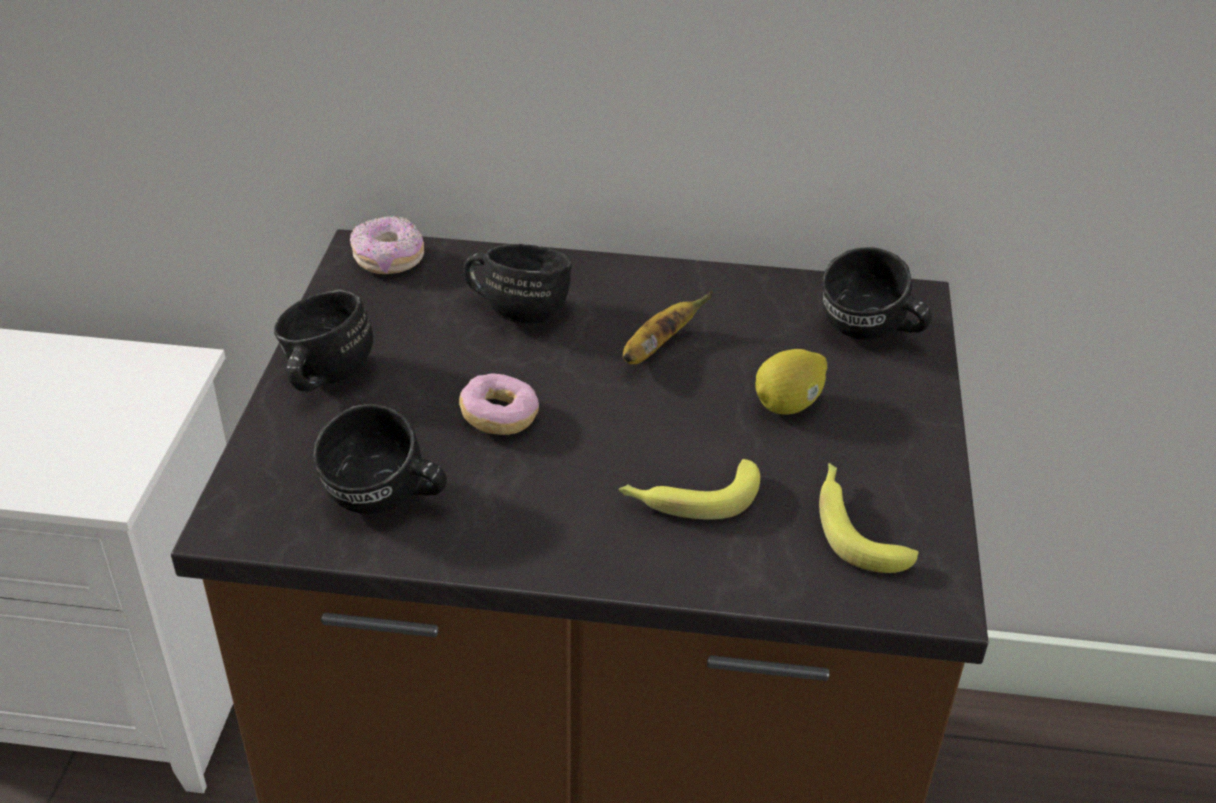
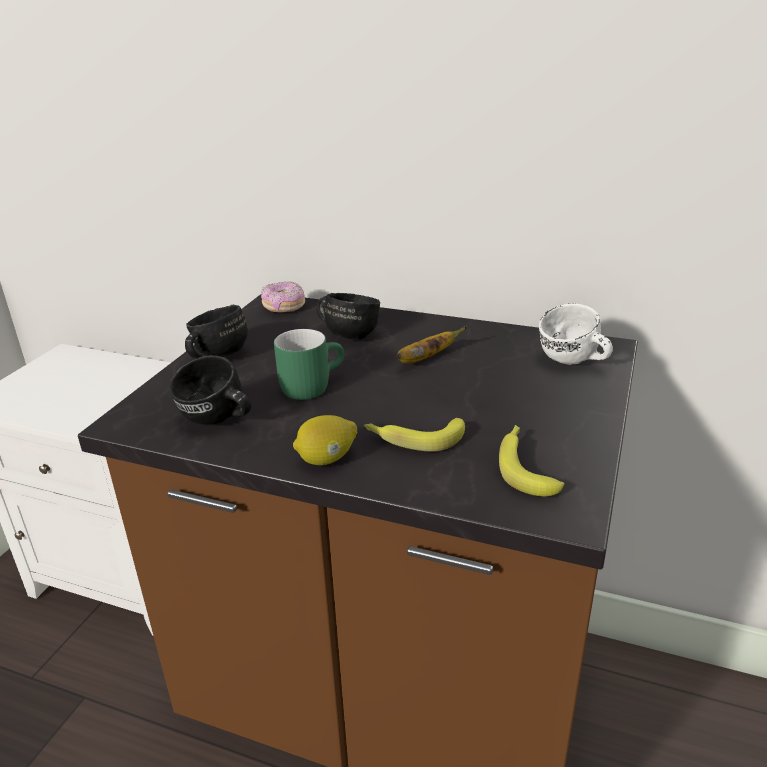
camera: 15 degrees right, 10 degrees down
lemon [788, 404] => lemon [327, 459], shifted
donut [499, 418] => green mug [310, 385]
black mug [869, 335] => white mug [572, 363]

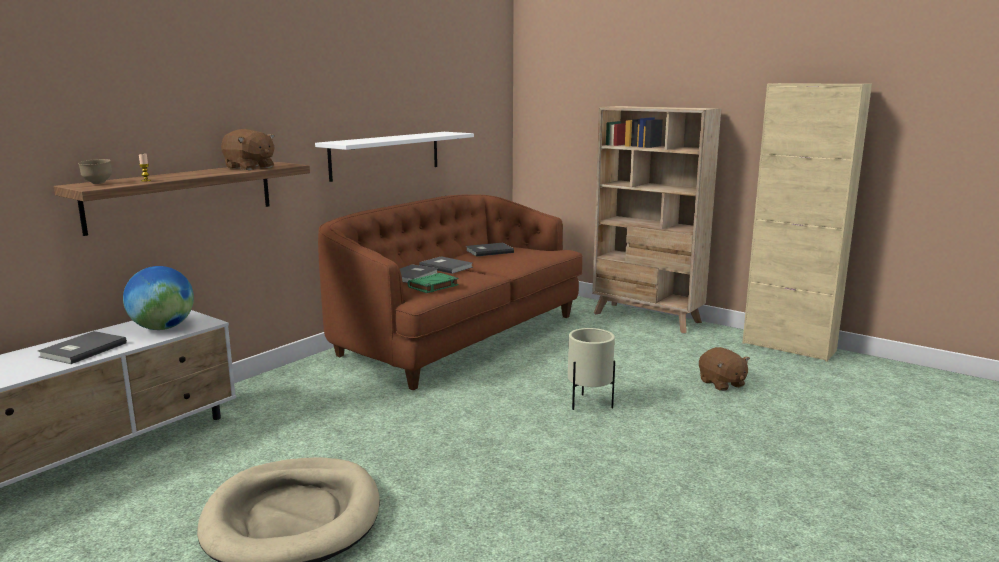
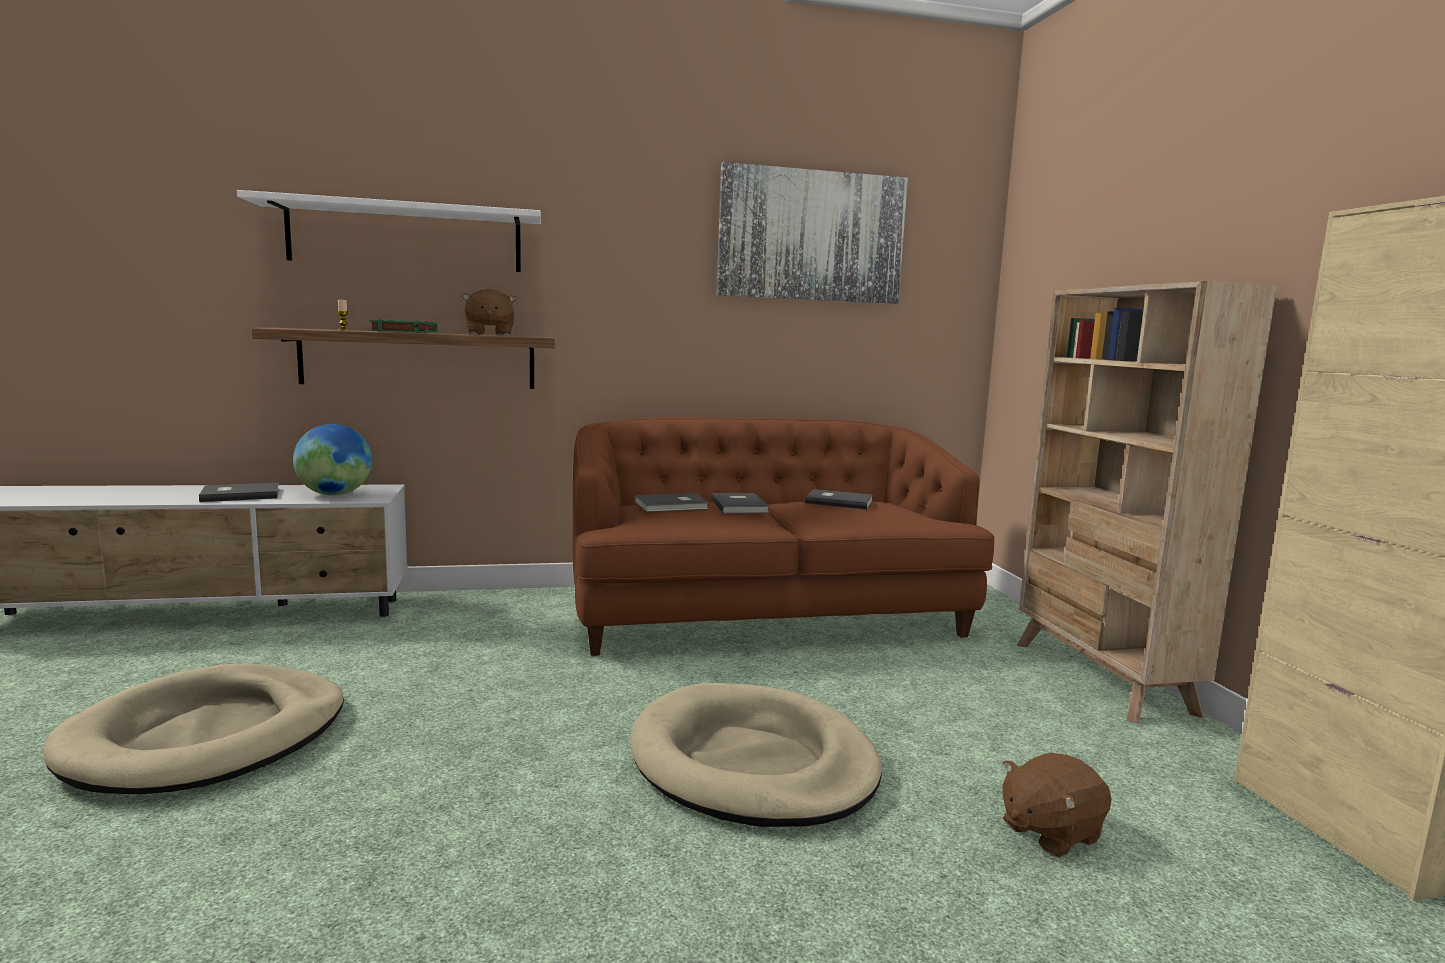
camera: 40 degrees right, 5 degrees down
brown bowl [97, 183] => nothing
nothing => picture [811, 236]
white shelf [386, 155] => white shelf [406, 238], shifted
green book [433, 286] => green book [403, 332], shifted
beige planter [589, 404] => beige dog bed [752, 763]
brown plush toy [721, 383] => brown plush toy [1049, 832], 45 degrees clockwise

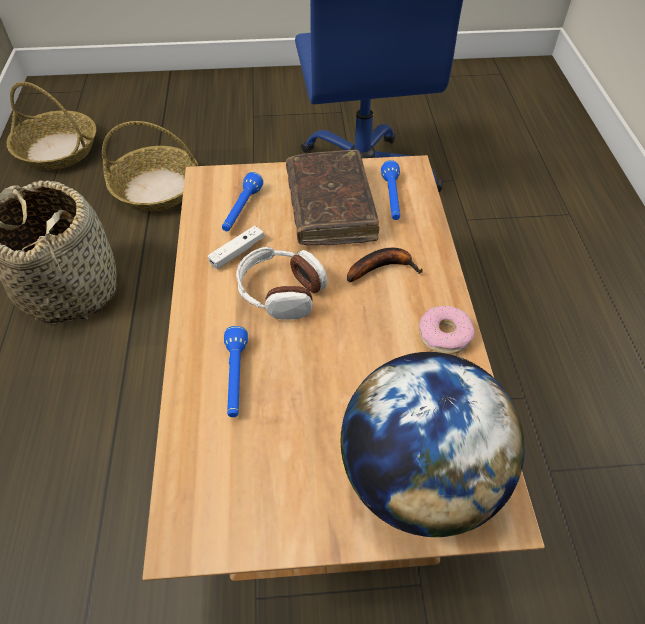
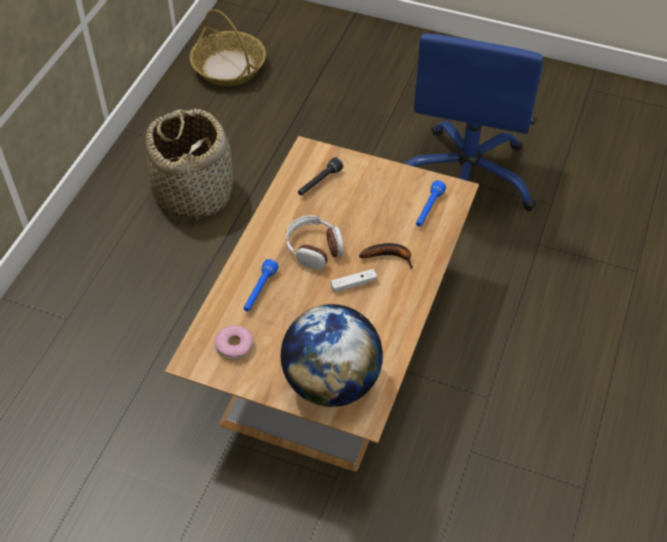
camera: 25 degrees right, 0 degrees up
basket [157, 188] => nothing
brown book [330, 207] => nothing
white game controller [237, 252] => white game controller [353, 284], shifted
donut [444, 335] => donut [234, 346], shifted
blue flashlight [241, 210] => black flashlight [319, 182]

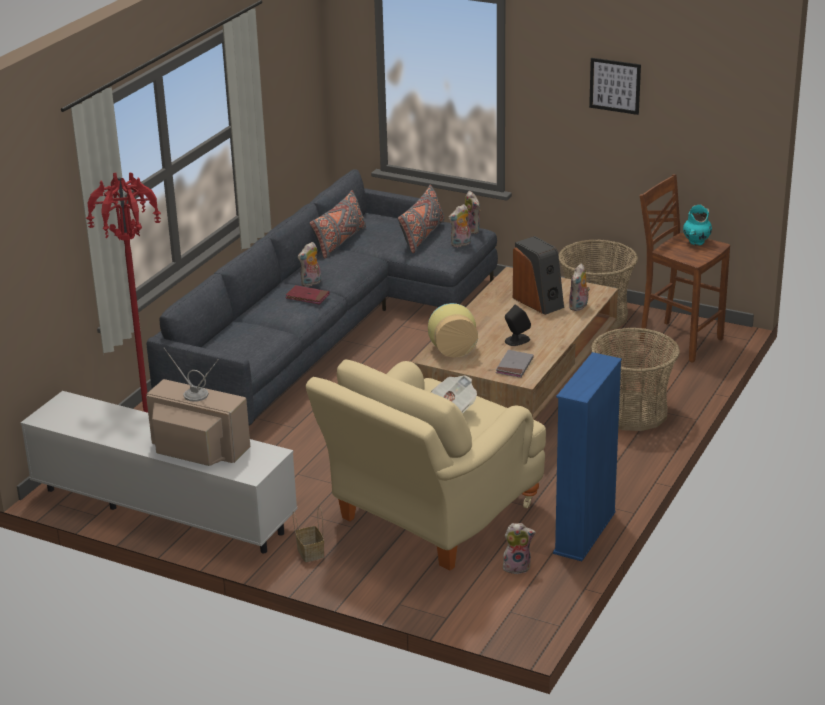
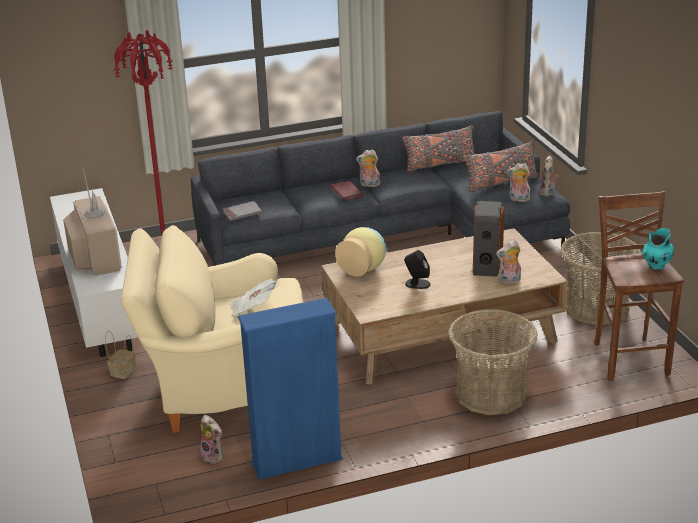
camera: 45 degrees right, 0 degrees up
picture [615, 85] => nothing
grey book [514, 366] => grey book [242, 213], shifted

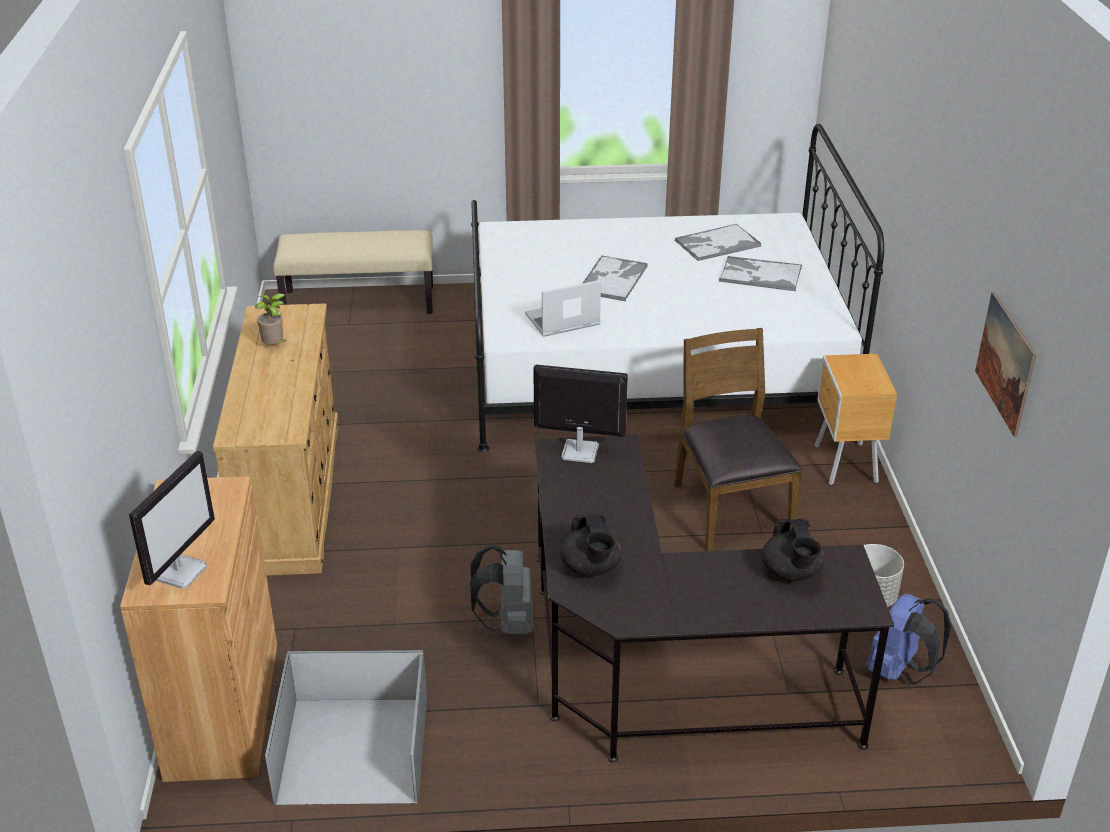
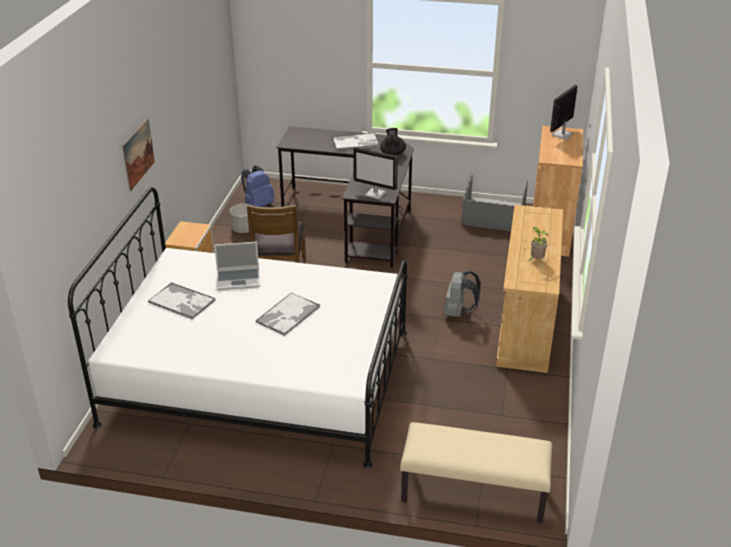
camera: 165 degrees left, 0 degrees up
black teapot [791, 573] => nothing
grey backpack [507, 623] => grey backpack [458, 313], shifted
laptop [562, 321] => laptop [239, 279], shifted
tray [716, 244] => tray [356, 142], shifted
picture [1005, 363] => picture [138, 154], shifted

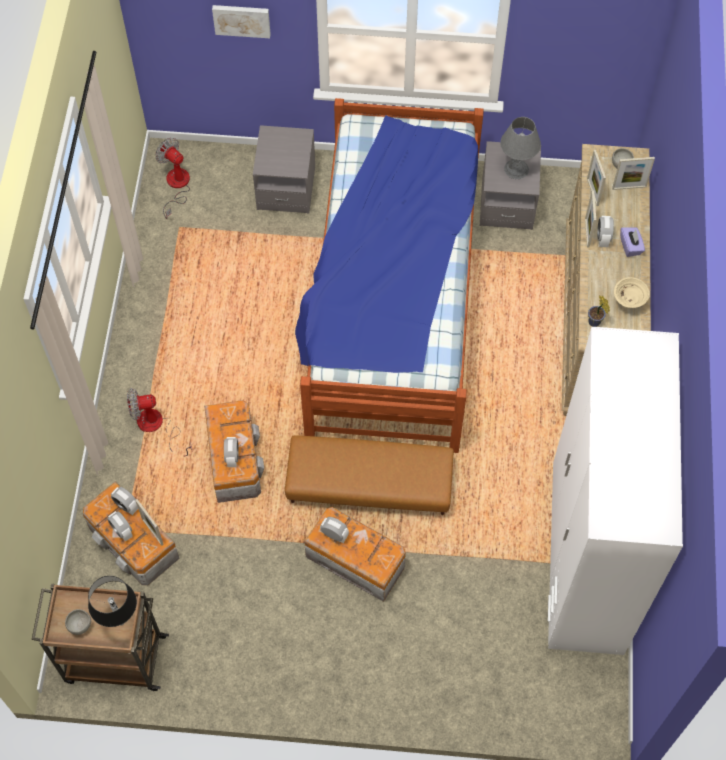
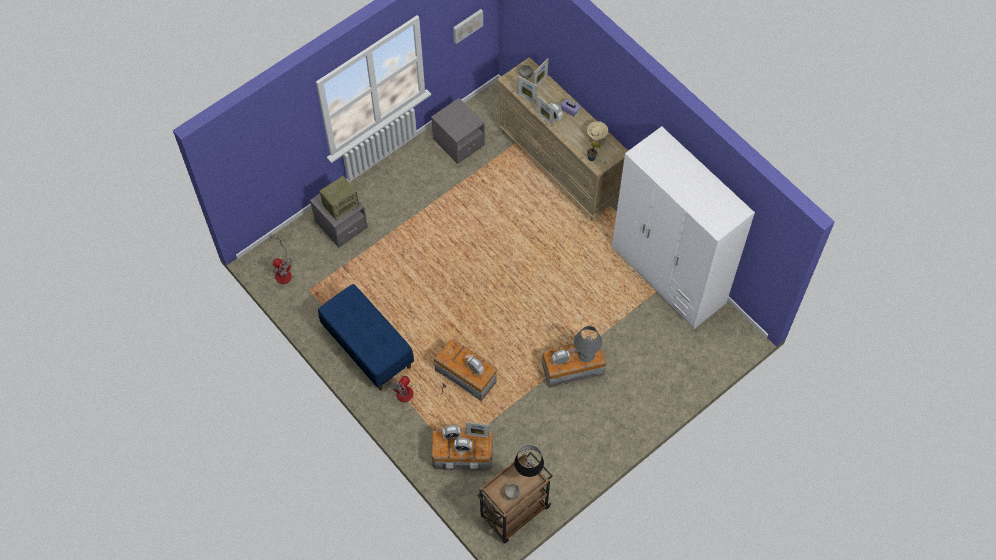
camera: 45 degrees left, 0 degrees up
brown ottoman [369, 483] => nothing
bed [392, 303] => nothing
nothing => blue bench [367, 347]
nothing => radio [341, 204]
picture [241, 19] => picture [467, 25], shifted
grey table lamp [516, 169] => grey table lamp [586, 354], shifted
fan [176, 186] => fan [283, 271], 150 degrees counterclockwise

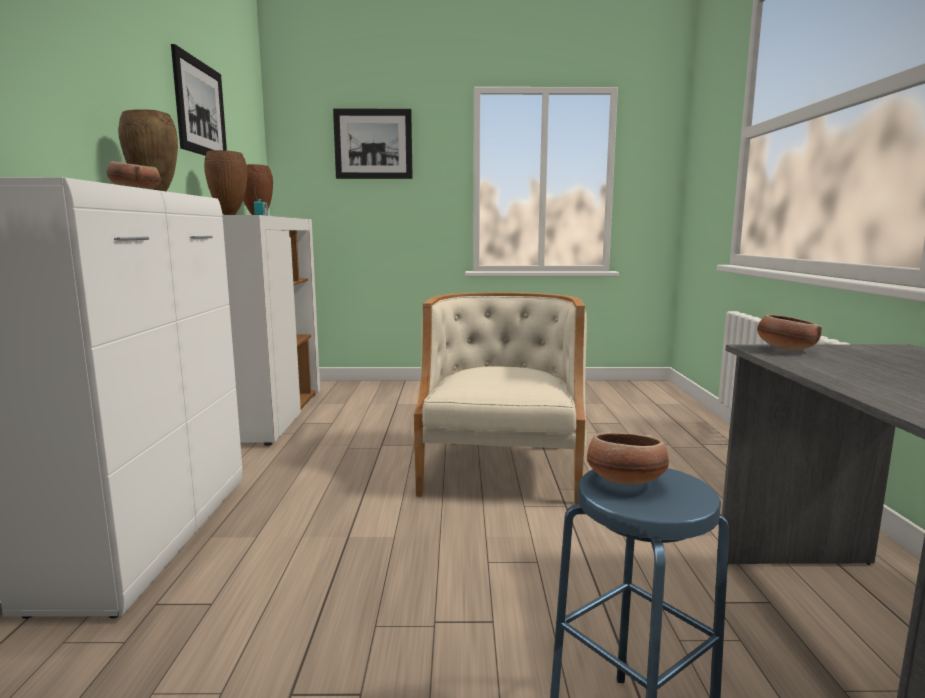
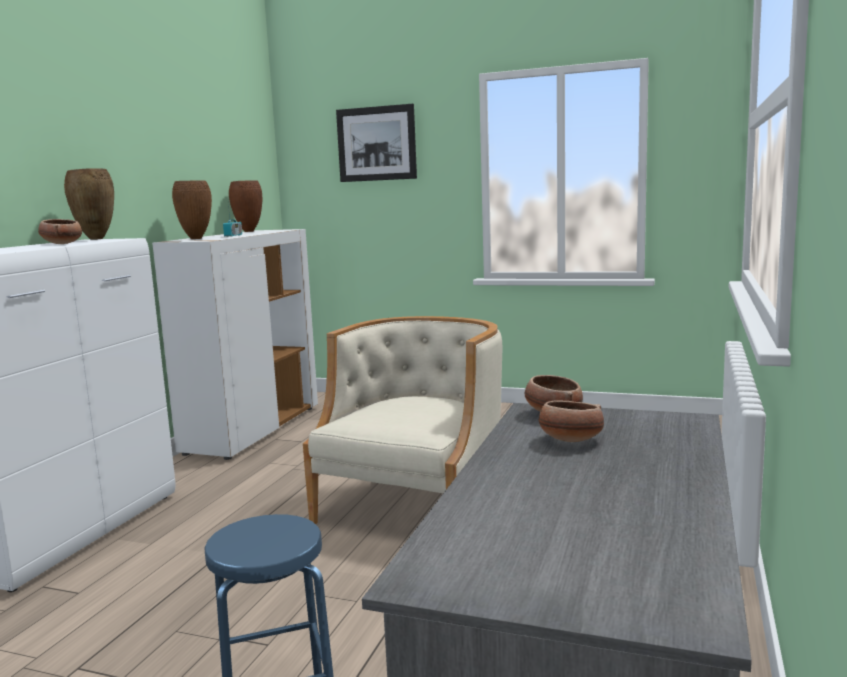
camera: 20 degrees right, 0 degrees up
picture [200, 108] => nothing
bowl [624, 482] => bowl [570, 440], shifted

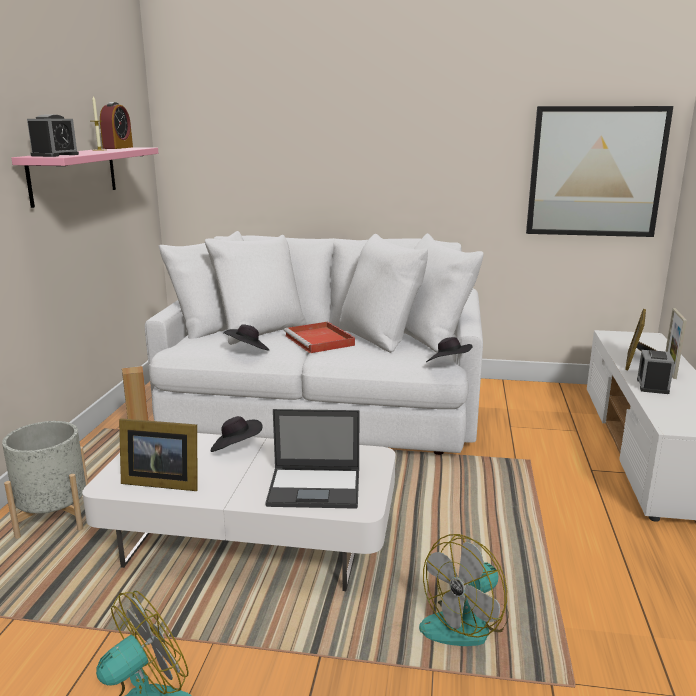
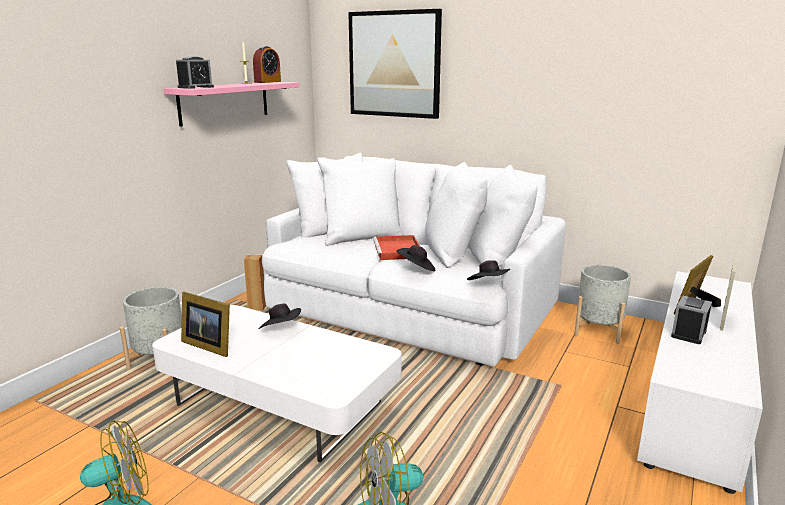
camera: 20 degrees right, 0 degrees up
laptop [316, 488] => nothing
nothing => grey planter [598, 331]
black hat [248, 351] => black hat [416, 269], shifted
picture [595, 172] => picture [394, 64], shifted

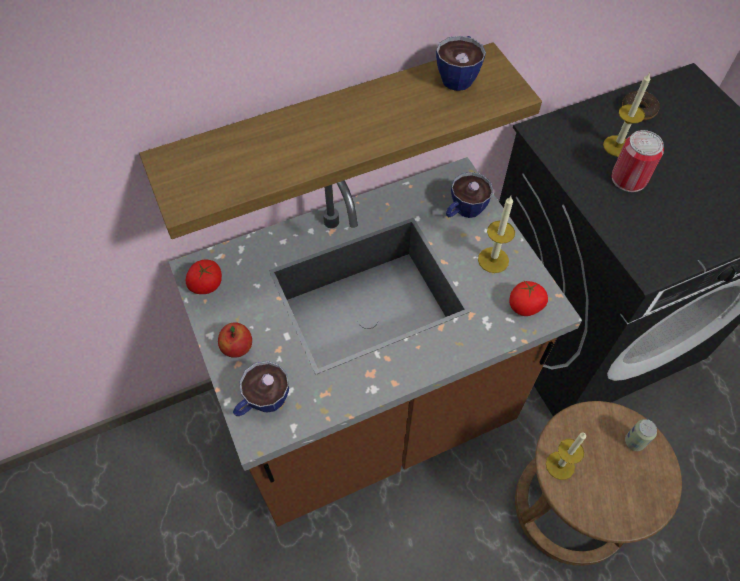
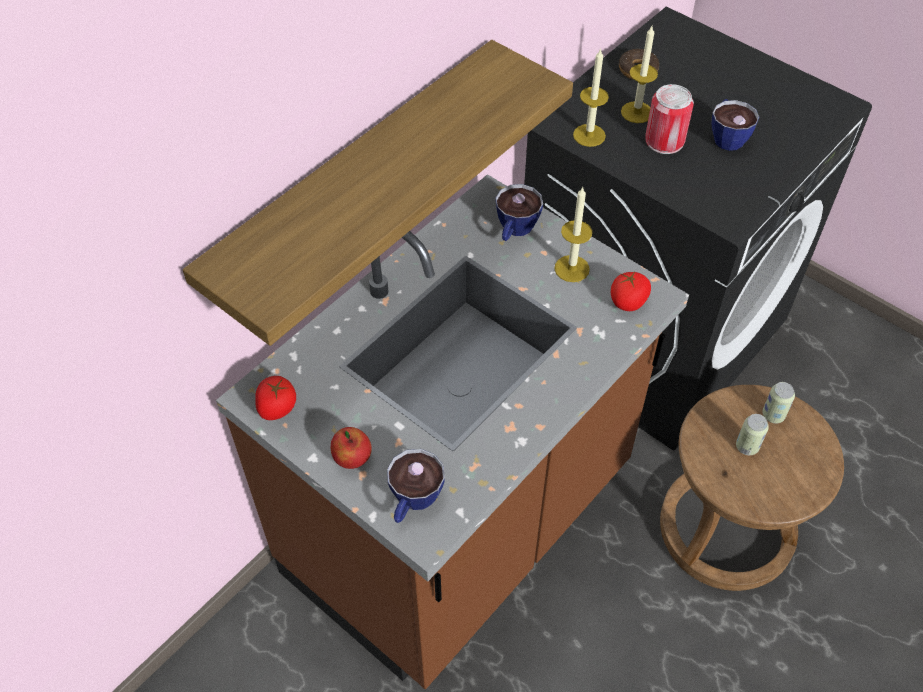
camera: 25 degrees left, 5 degrees down
nothing => can [747, 446]
cup [459, 75] => cup [726, 136], shifted
candle [560, 465] => candle [589, 135], shifted

